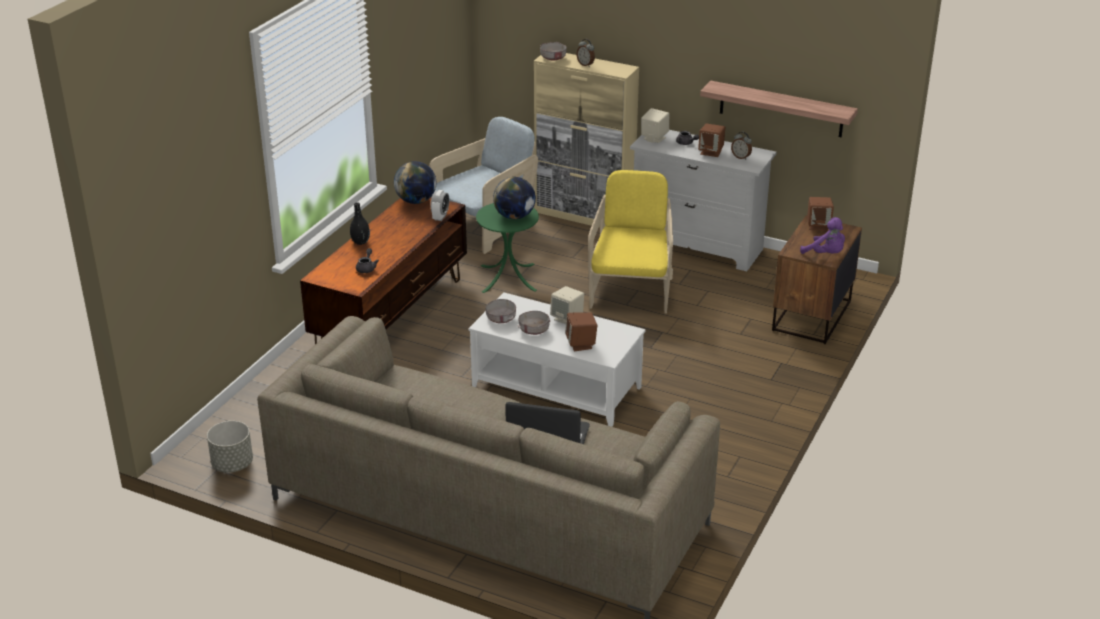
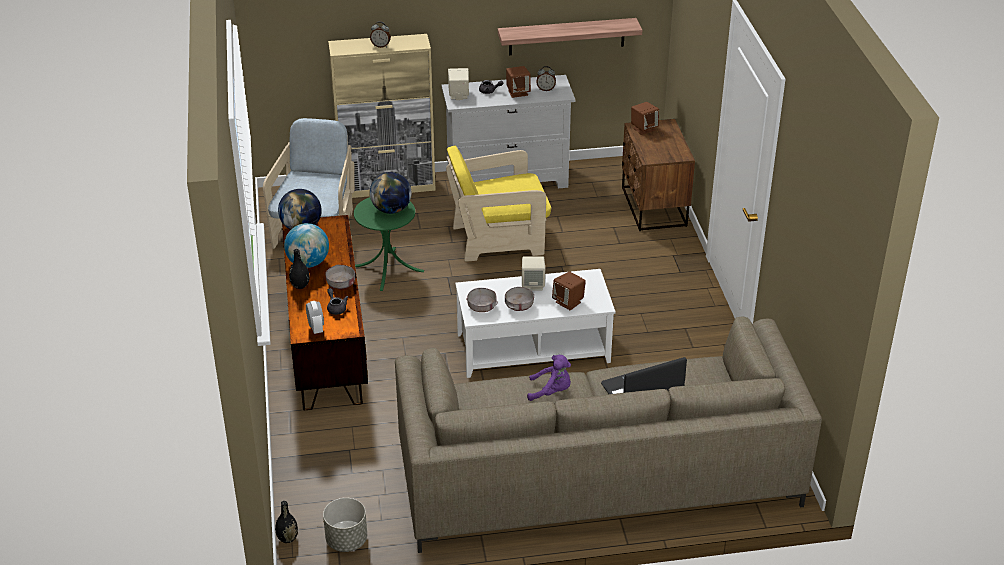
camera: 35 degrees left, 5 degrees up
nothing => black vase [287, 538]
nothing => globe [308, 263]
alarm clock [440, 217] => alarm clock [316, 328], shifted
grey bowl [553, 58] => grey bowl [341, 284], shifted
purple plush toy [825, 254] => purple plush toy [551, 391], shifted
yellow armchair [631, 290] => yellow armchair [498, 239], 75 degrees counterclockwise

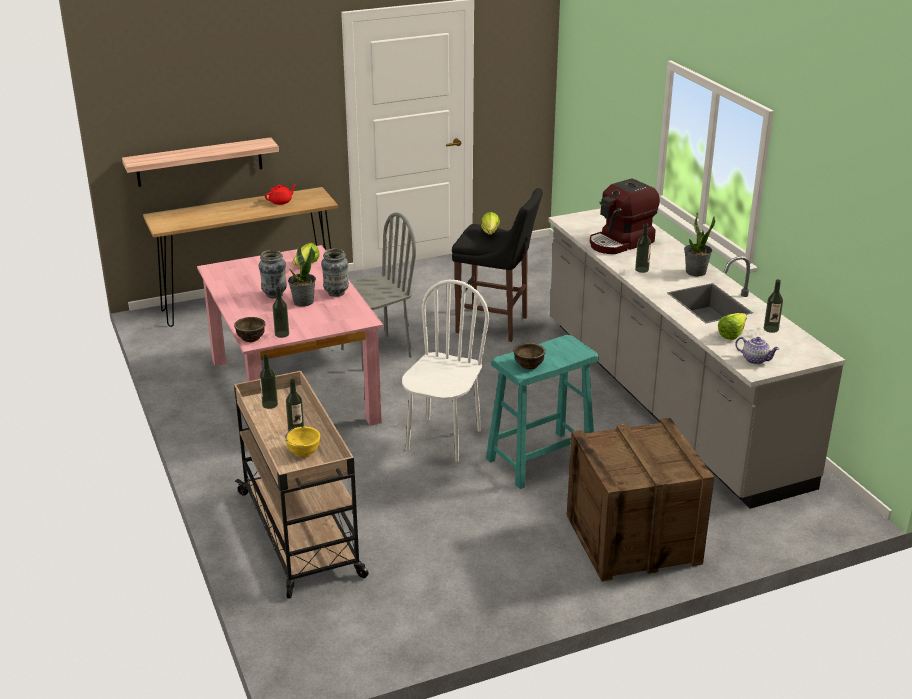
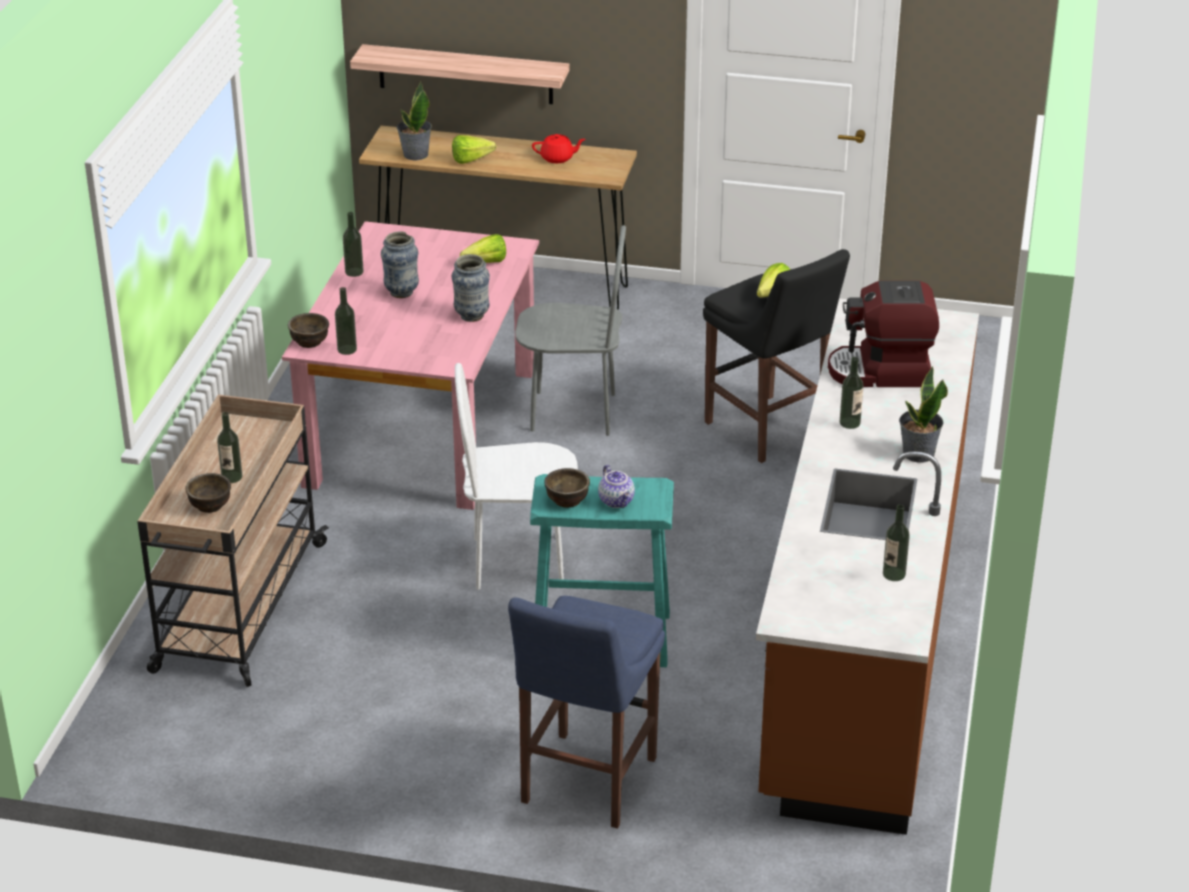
camera: 35 degrees right, 5 degrees up
bottle [270, 404] => bottle [354, 272], shifted
potted plant [303, 302] => potted plant [415, 154], shifted
lettuce [734, 334] => lettuce [475, 160], shifted
teapot [755, 359] => teapot [617, 501], shifted
crate [633, 540] => blue stool [585, 784]
yellow bowl [303, 451] => brown bowl [210, 505]
grey counter [667, 400] => brown counter [864, 629]
white chair [443, 440] => white chair [518, 561], 150 degrees counterclockwise

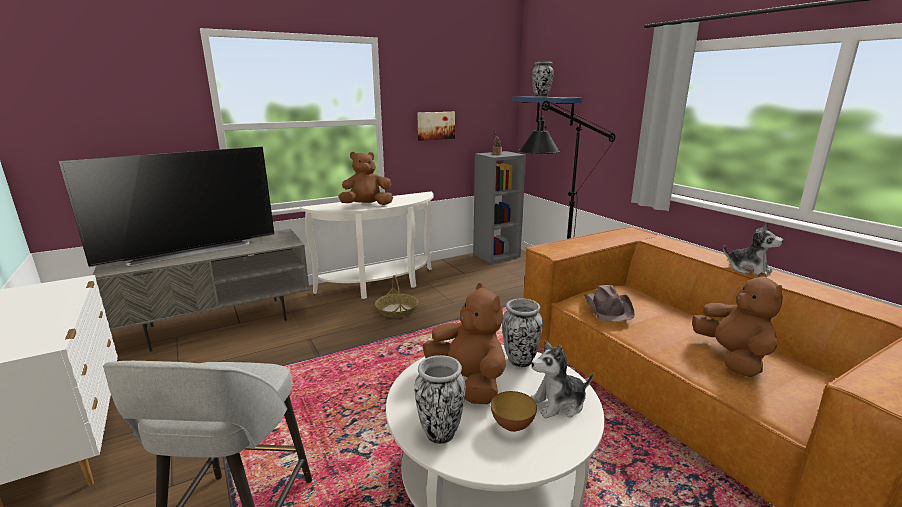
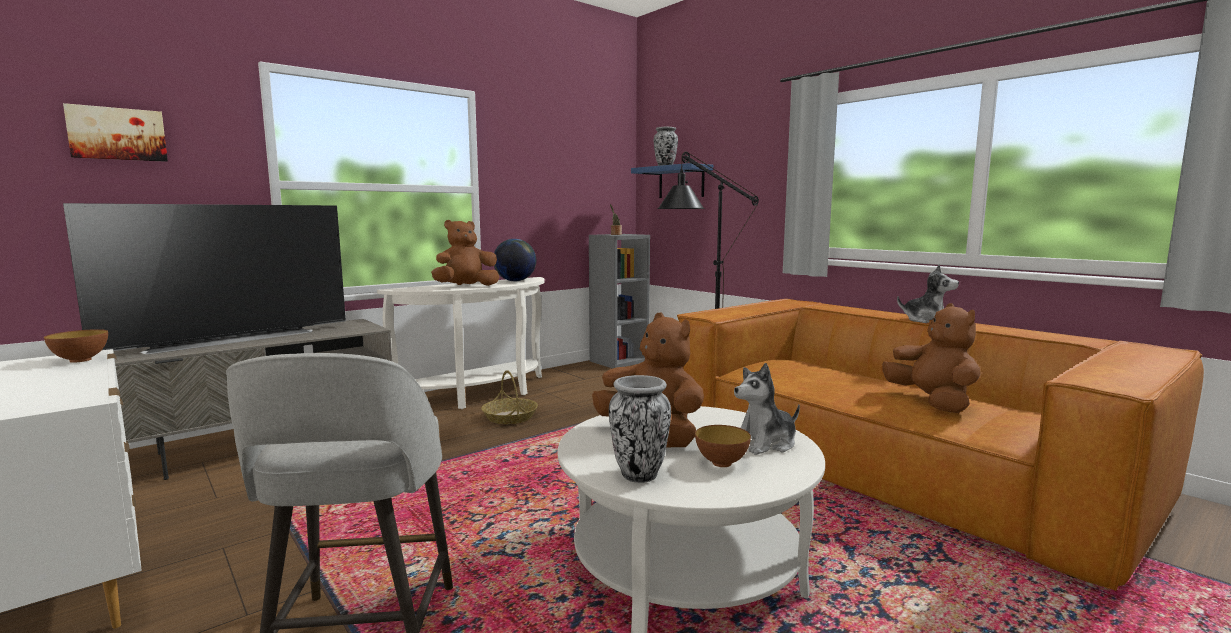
camera: 10 degrees left, 10 degrees down
vase [520, 361] => nothing
brown hat [608, 308] => nothing
nothing => bowl [80, 360]
nothing => globe [515, 281]
picture [435, 125] => picture [117, 134], shifted

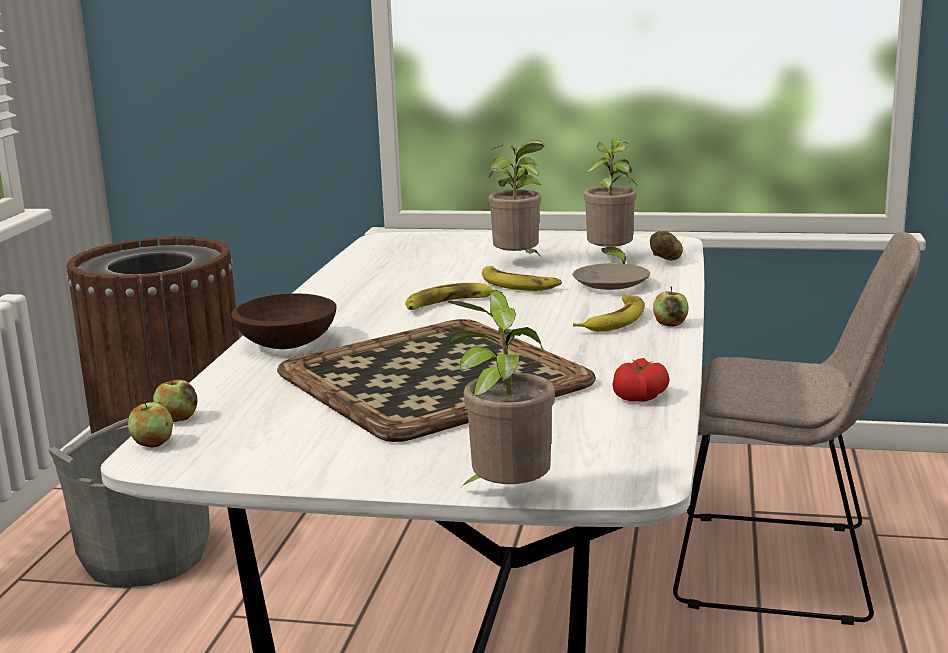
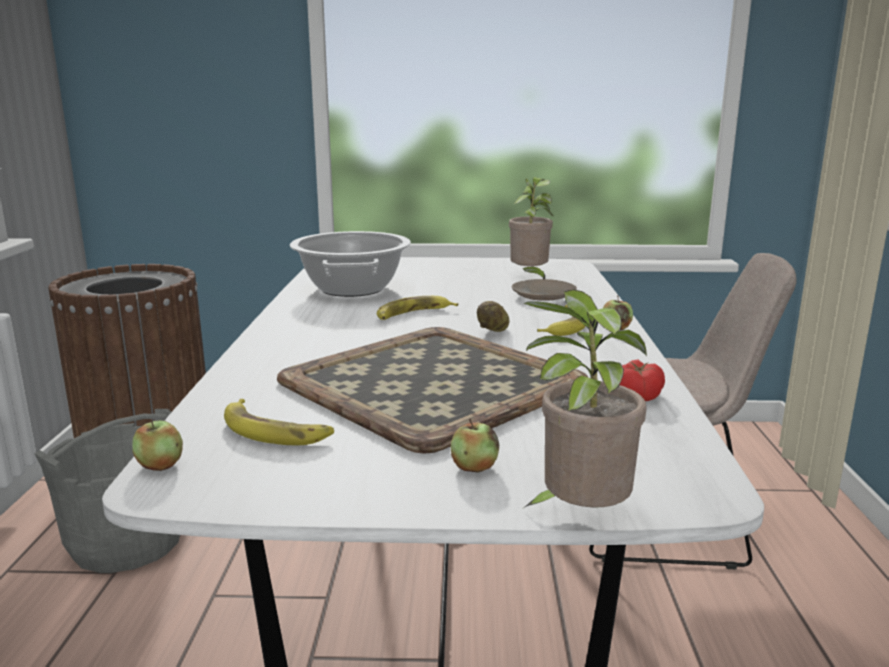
camera: 10 degrees left, 0 degrees up
brown bowl [287, 343] => nothing
potted plant [519, 262] => nothing
nothing => cooking pot [352, 288]
apple [177, 418] => apple [474, 467], shifted
banana [518, 284] => banana [274, 431], shifted
potato [667, 260] => potato [494, 331], shifted

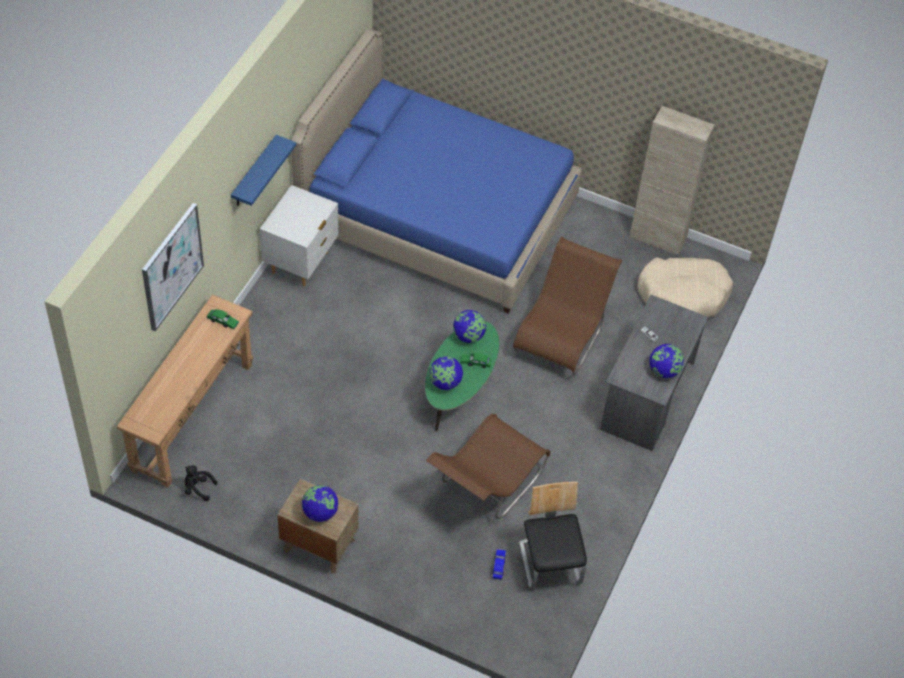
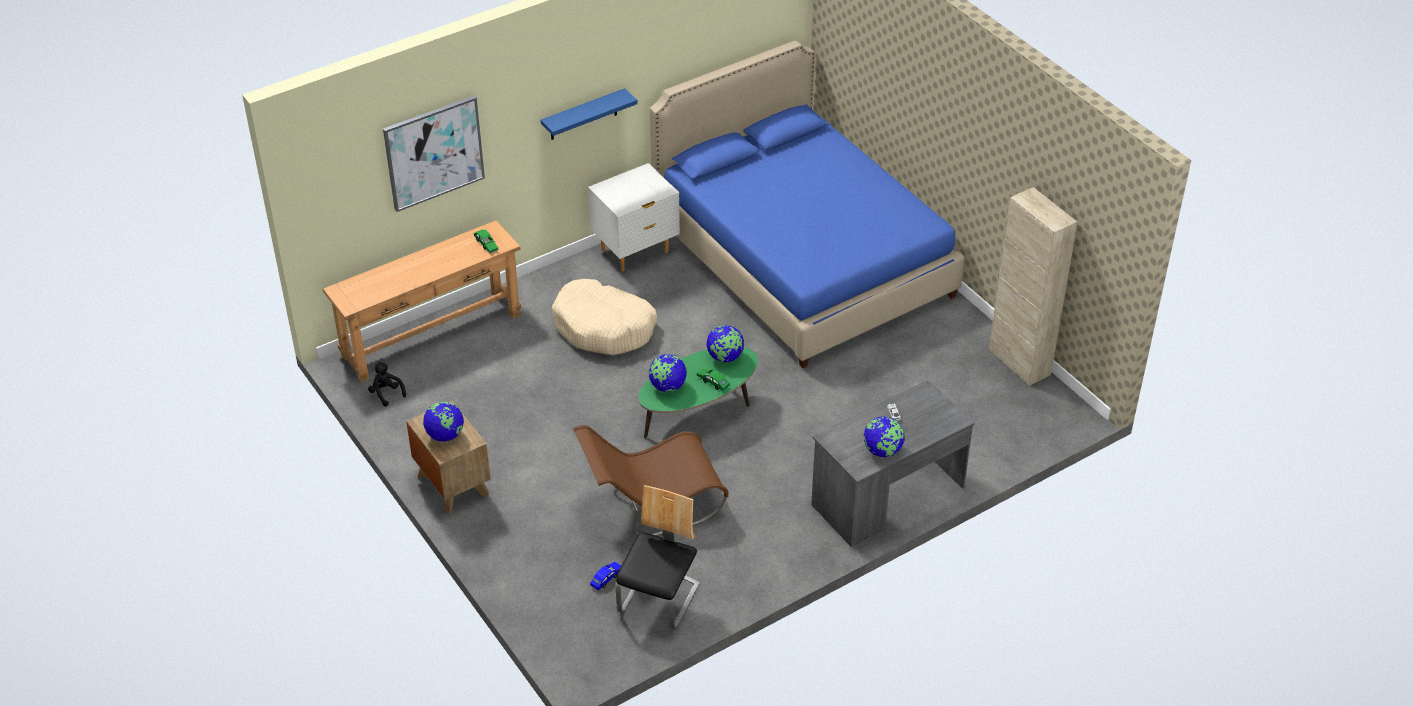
camera: 35 degrees right, 10 degrees down
brown chair [562, 334] => nothing
beige dog bed [683, 294] => beige dog bed [604, 327], shifted

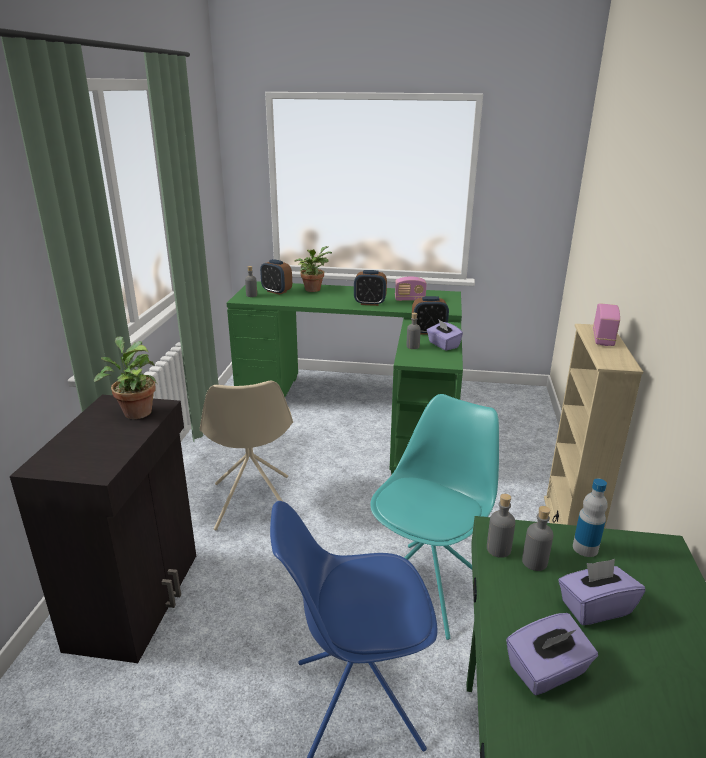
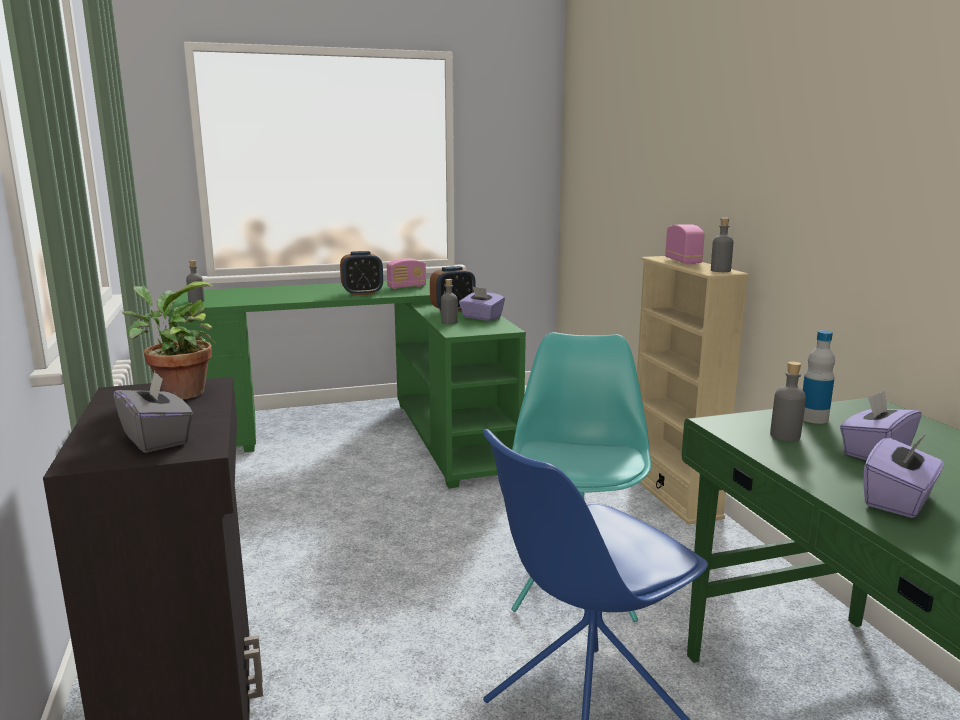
camera: 25 degrees left, 10 degrees down
beige chair [253, 503] => nothing
alarm clock [276, 291] => nothing
potted plant [313, 289] => nothing
nothing => grey tissue box [157, 439]
grey bottle [498, 549] => grey bottle [720, 270], shifted

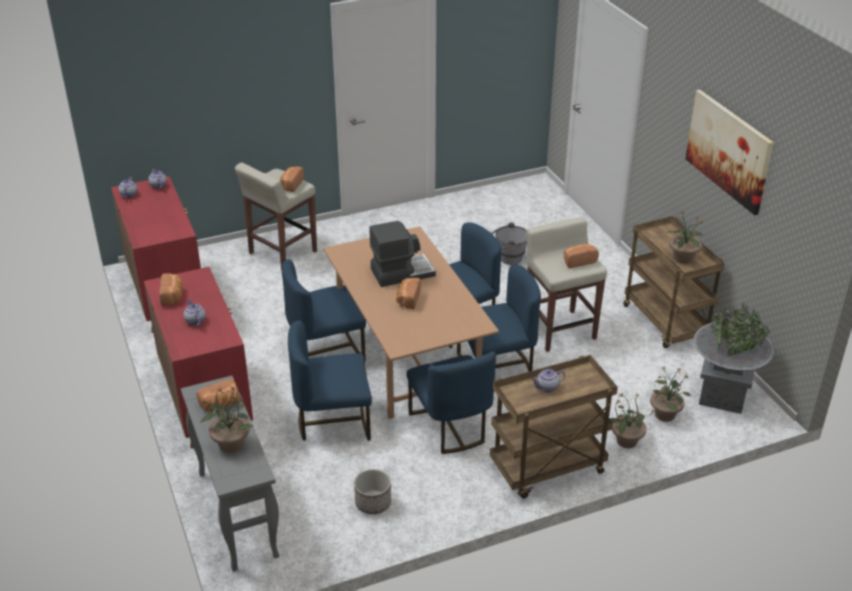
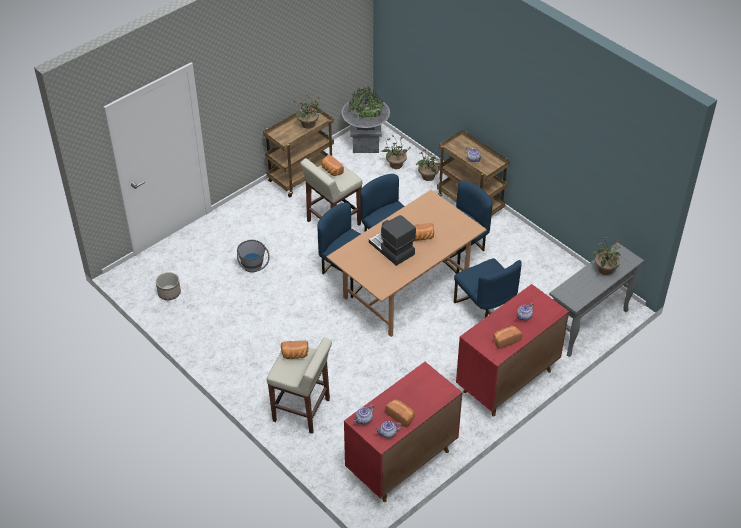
camera: 110 degrees left, 10 degrees up
blue chair [326, 350] => nothing
picture [728, 150] => nothing
bread [220, 405] => bread [401, 416], shifted
planter [373, 503] => planter [169, 293], shifted

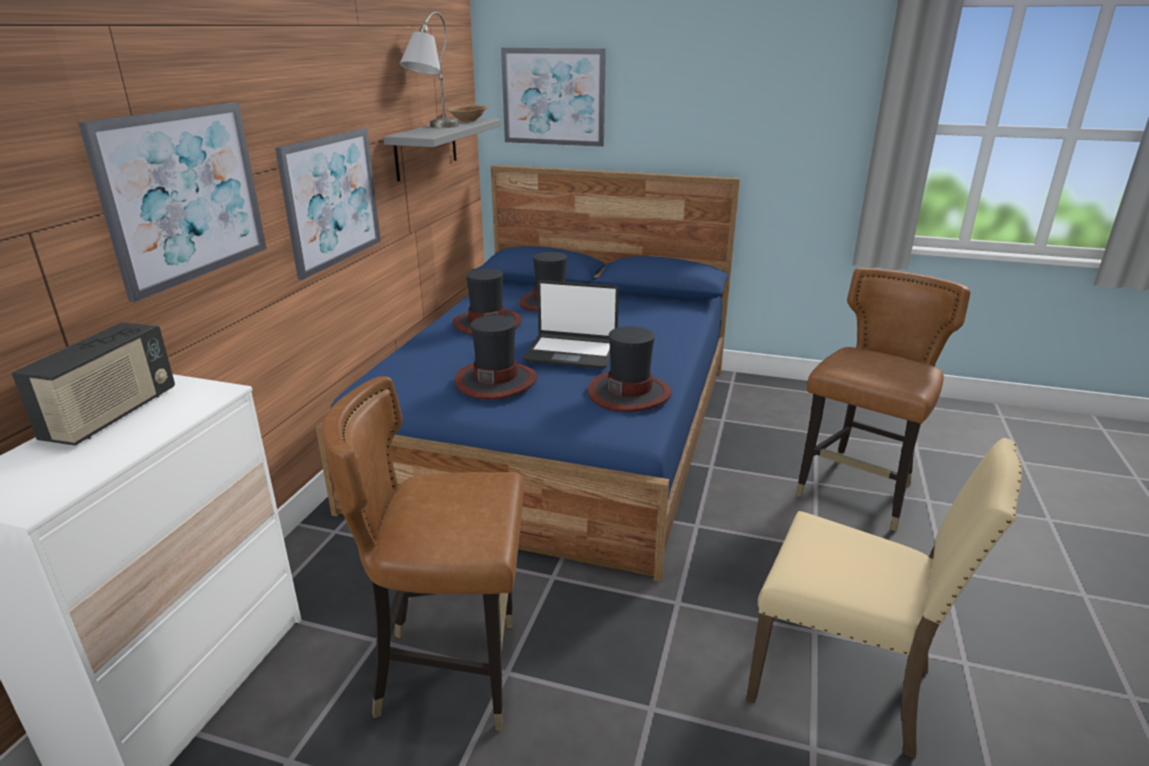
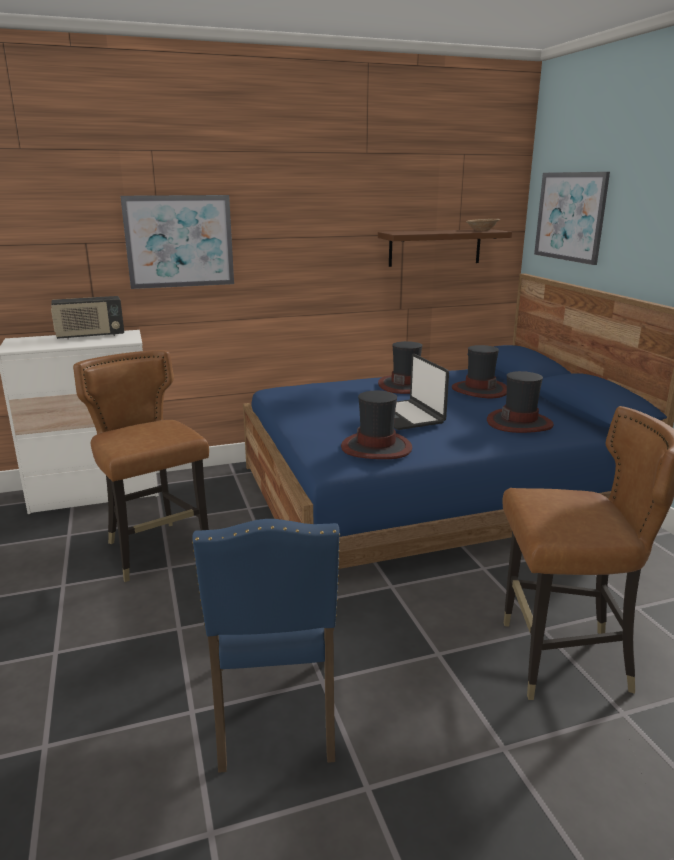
camera: 55 degrees right, 5 degrees down
picture [331, 200] => nothing
grey table lamp [432, 128] => nothing
hat [496, 381] => hat [519, 423], shifted
grey shelf [426, 148] => brown shelf [435, 247]
beige chair [845, 682] => blue chair [275, 712]

